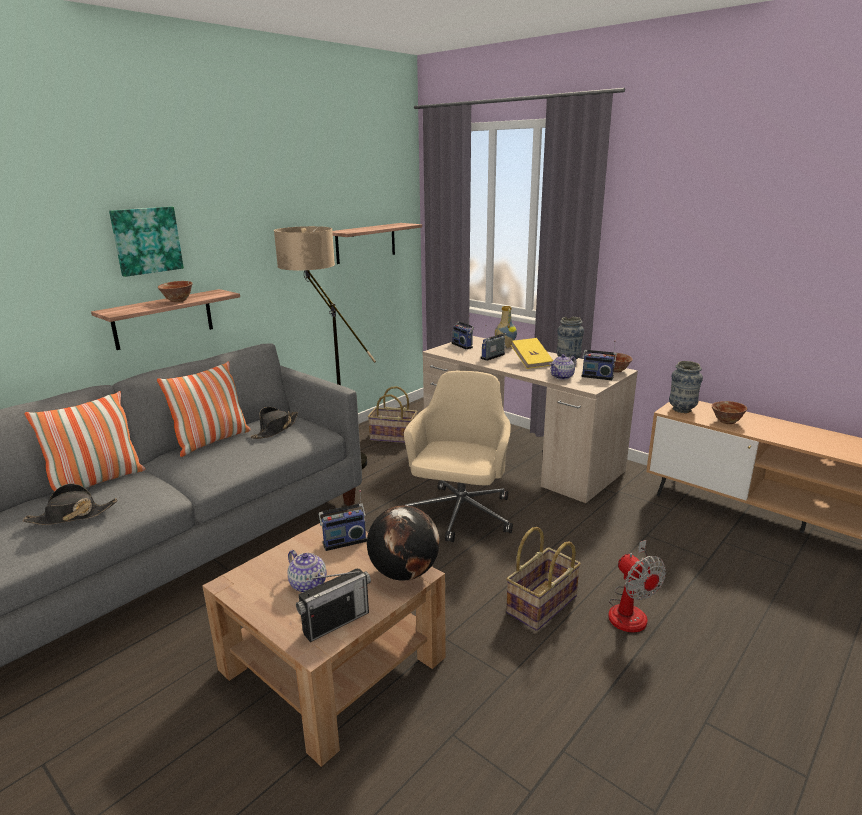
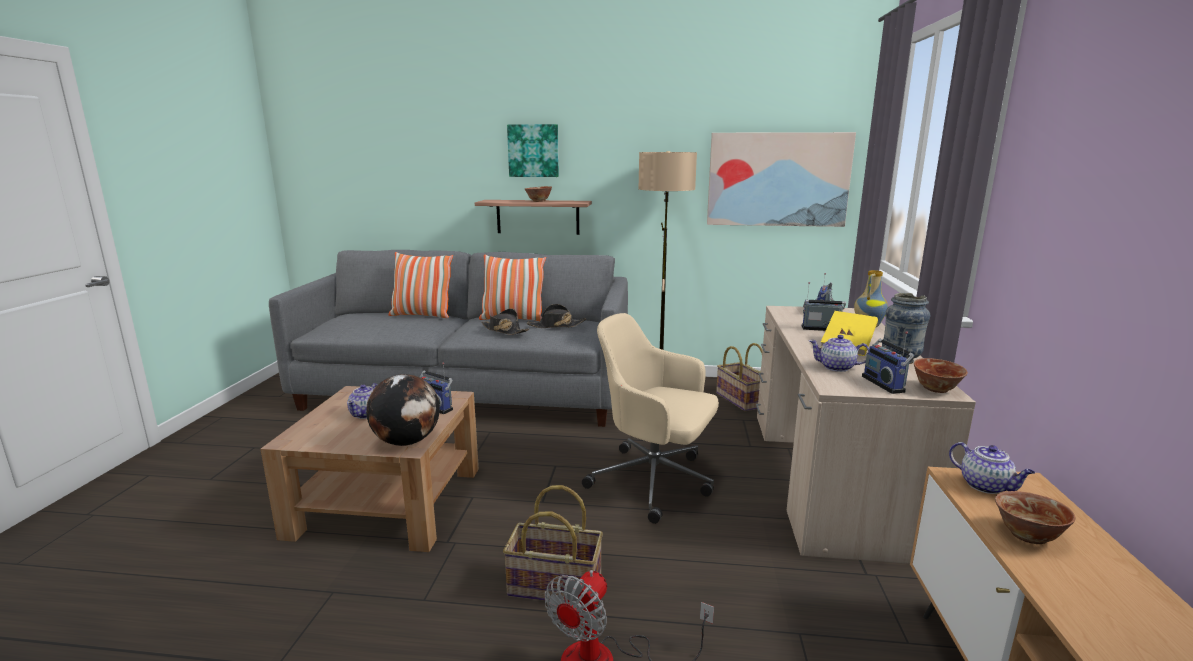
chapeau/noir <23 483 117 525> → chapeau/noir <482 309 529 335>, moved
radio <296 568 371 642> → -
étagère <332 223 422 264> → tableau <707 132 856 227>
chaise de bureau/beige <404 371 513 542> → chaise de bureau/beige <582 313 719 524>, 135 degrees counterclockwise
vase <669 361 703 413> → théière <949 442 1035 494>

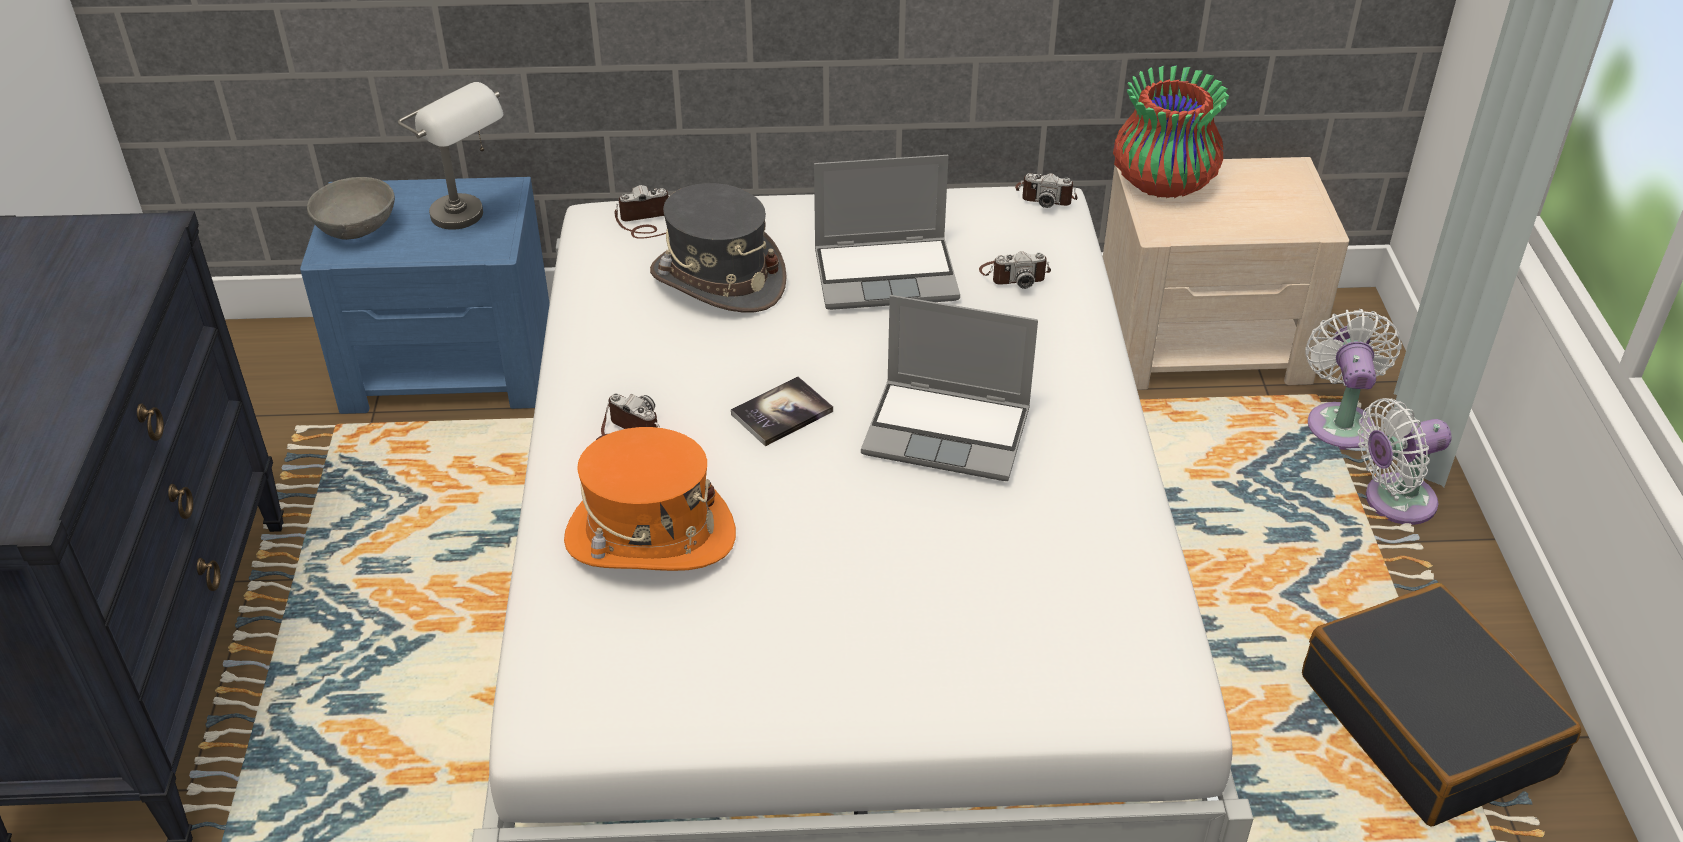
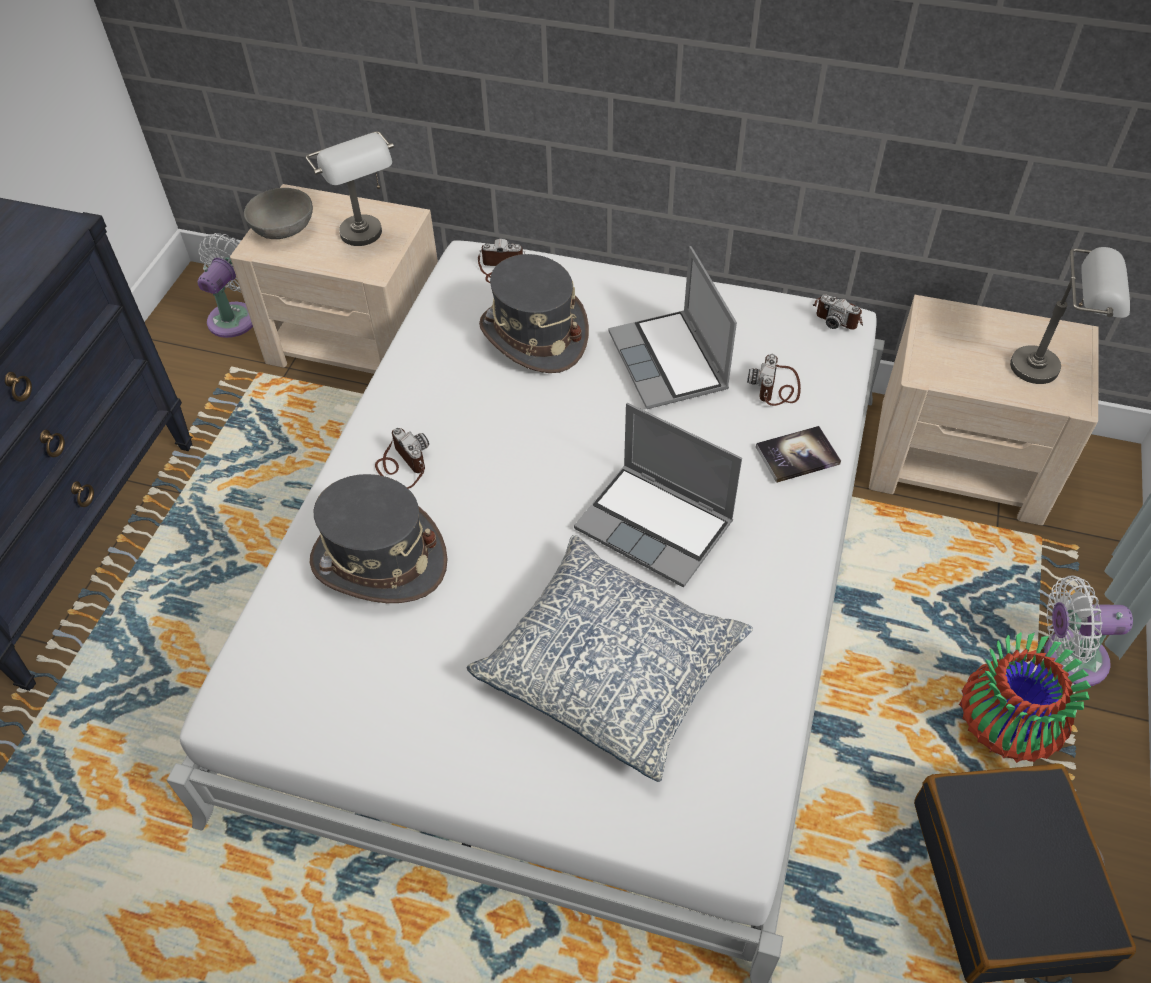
table de chevet/bleu <300 177 550 414> → table de chevet/beige <230 184 438 374>
chapeau/orange <564 427 736 571> → chapeau/gris <310 474 447 603>
livre <731 377 833 446> → livre <756 426 841 483>, moved
ordinateur portable <814 155 960 310> → ordinateur portable <608 246 737 409>, 60 degrees clockwise
appareil photo <979 251 1051 289> → appareil photo <747 354 801 406>, 90 degrees clockwise
vase <1113 65 1229 198> → vase <959 632 1091 763>, moved
ventilateur/blanc <1305 309 1402 450> → ventilateur/blanc <198 233 253 338>, moved
- → coussin <467 535 753 782>
- → lampe de table/gris <1010 247 1130 384>

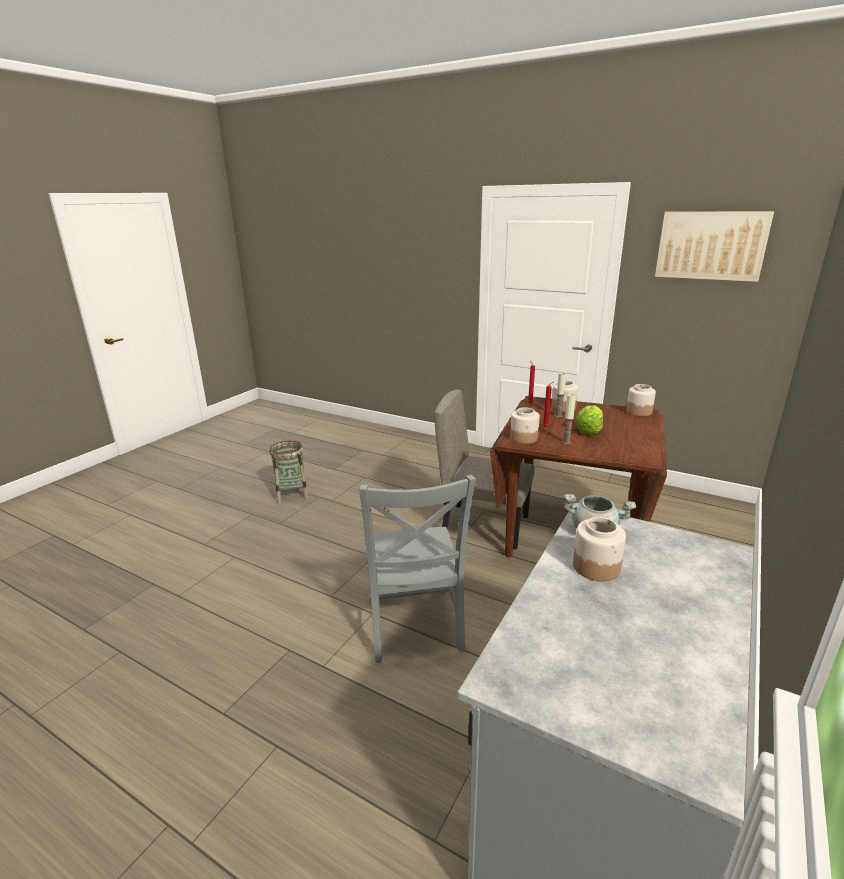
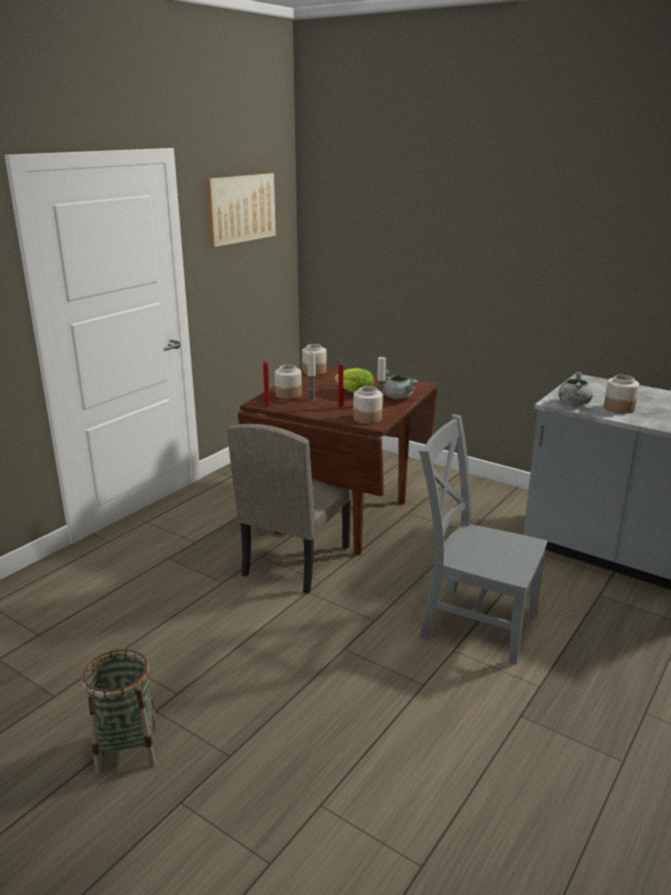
chaise/gris <359 475 476 663> → chaise/gris <419 414 548 664>, 150 degrees counterclockwise
- → marmite/gris <384 370 418 399>

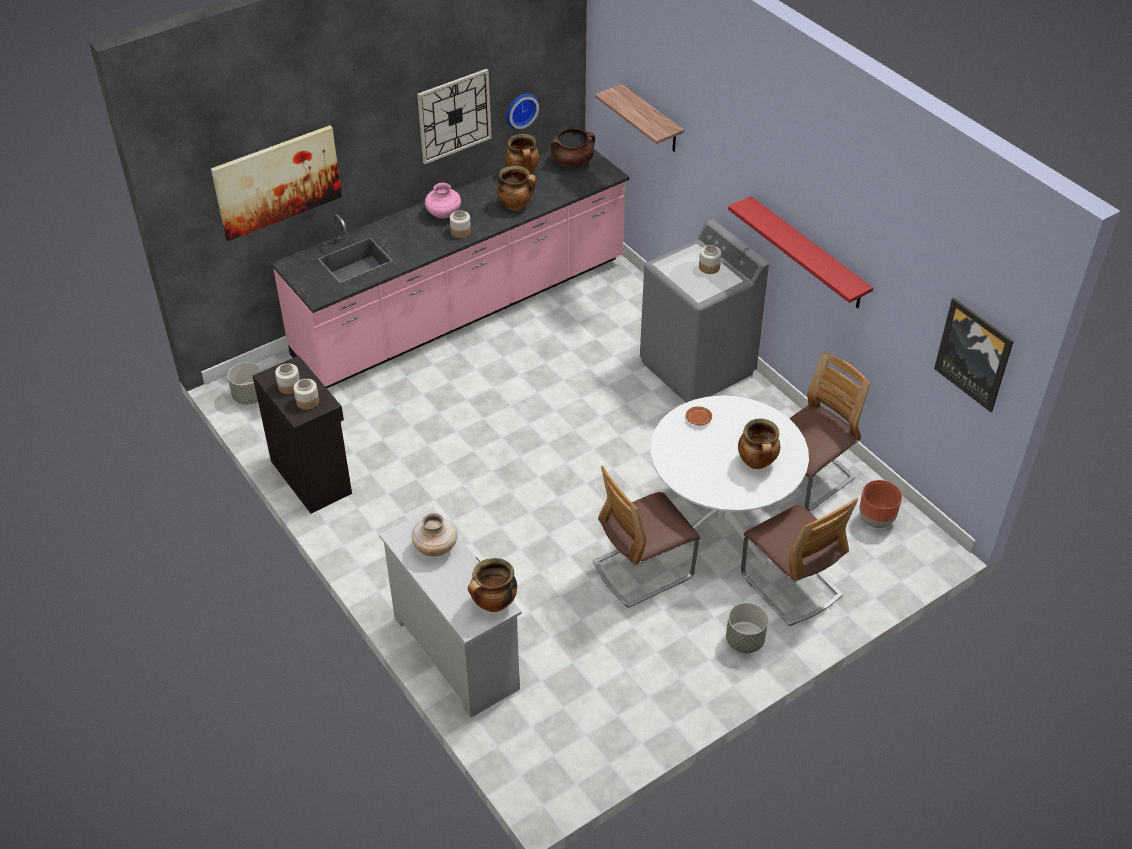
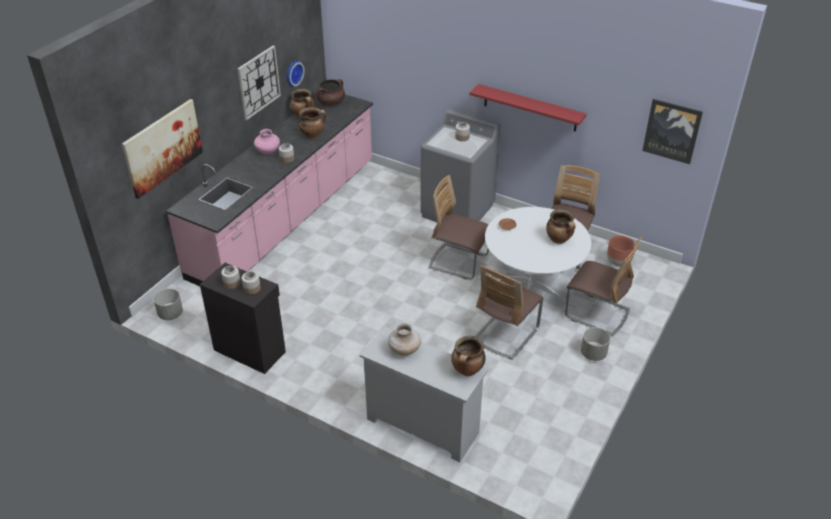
étagère <595 84 684 152> → -
- → chaise <428 175 489 280>

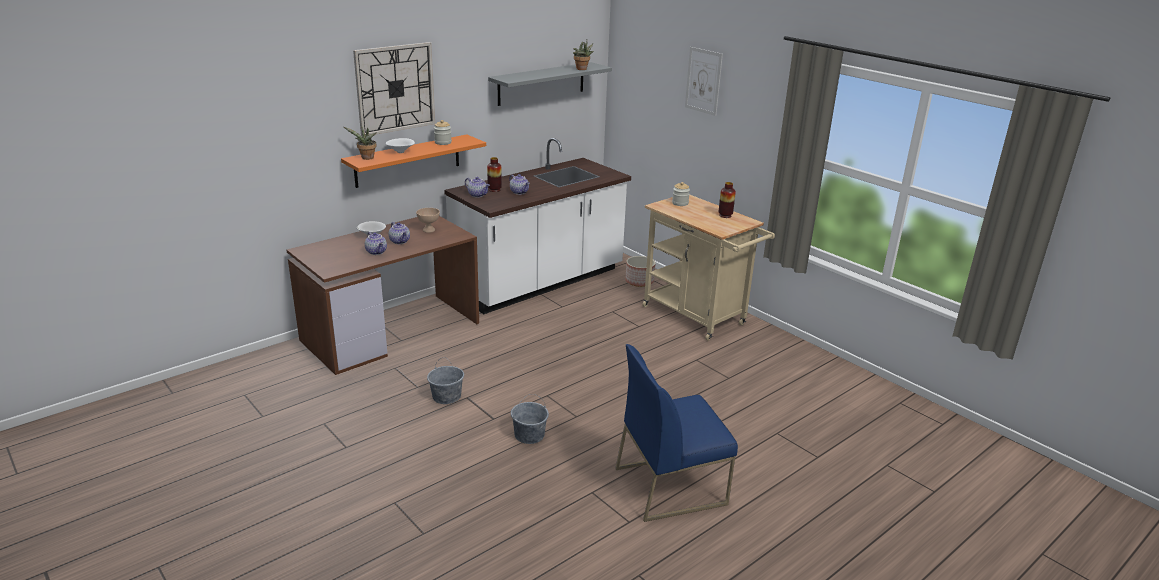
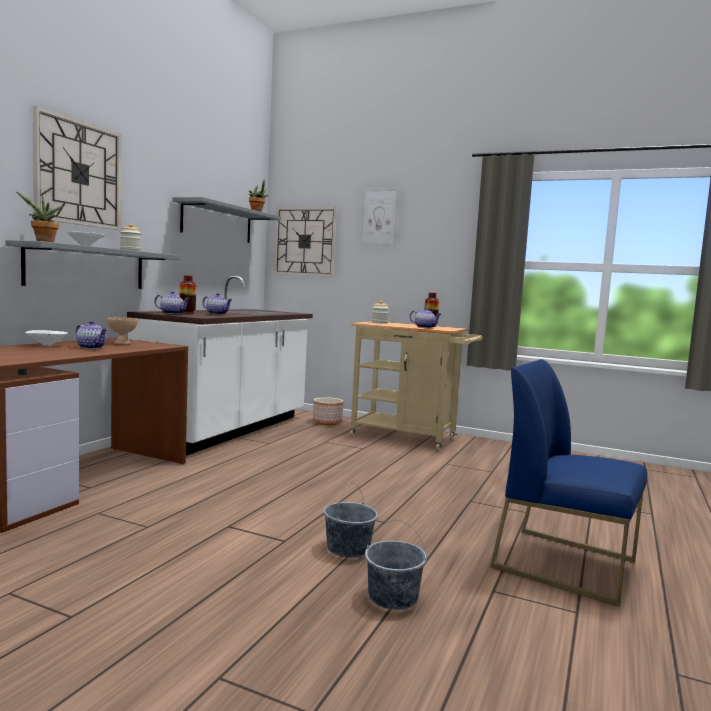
étagère/orange <341 134 486 188> → étagère/gris <5 240 181 289>
théière <365 232 387 255> → théière <410 307 441 328>, moved
seau/gris <427 358 464 404> → seau/gris <365 520 427 610>, moved
chaise/bleu <615 344 738 522> → chaise/bleu <490 359 647 607>, 75 degrees clockwise
- → horloge murale <274 207 337 277>

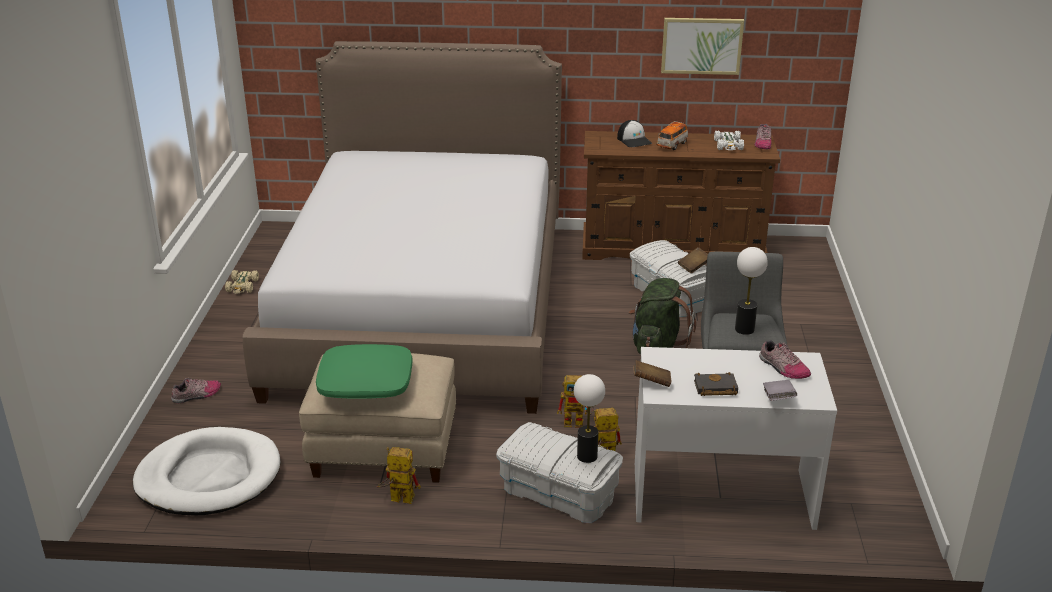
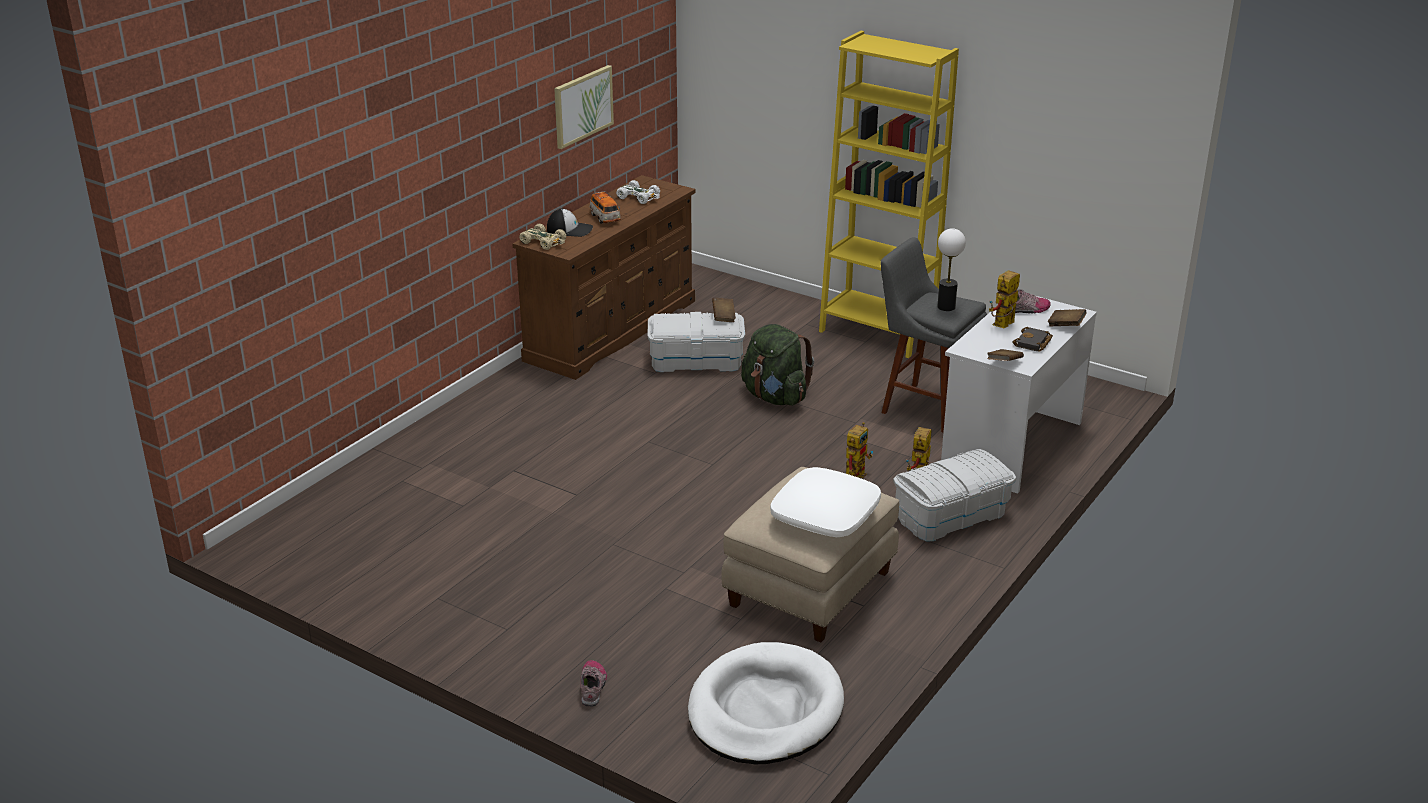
petite voiture/beige <225 270 259 293> → petite voiture/beige <519 224 566 250>, moved
lit <243 41 562 414> → -
coussin/vert <316 344 413 399> → coussin/blanc <770 467 881 537>
robot jouet <377 447 421 504> → robot jouet <989 270 1020 328>, moved
lampe de table <574 374 605 463> → -
chaussure <754 124 771 149> → -
livre/gris <763 380 797 401> → livre/marron <1048 309 1087 326>
- → bibliothèque/jaune <819 31 959 358>

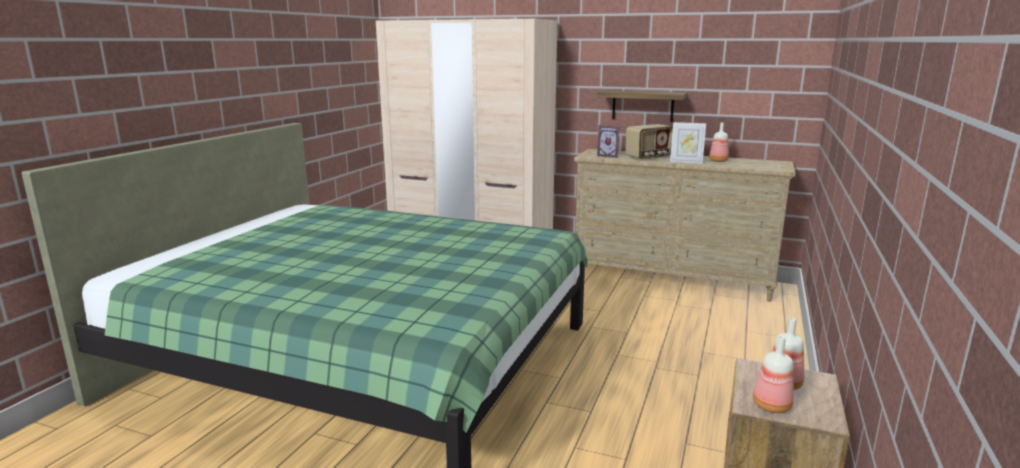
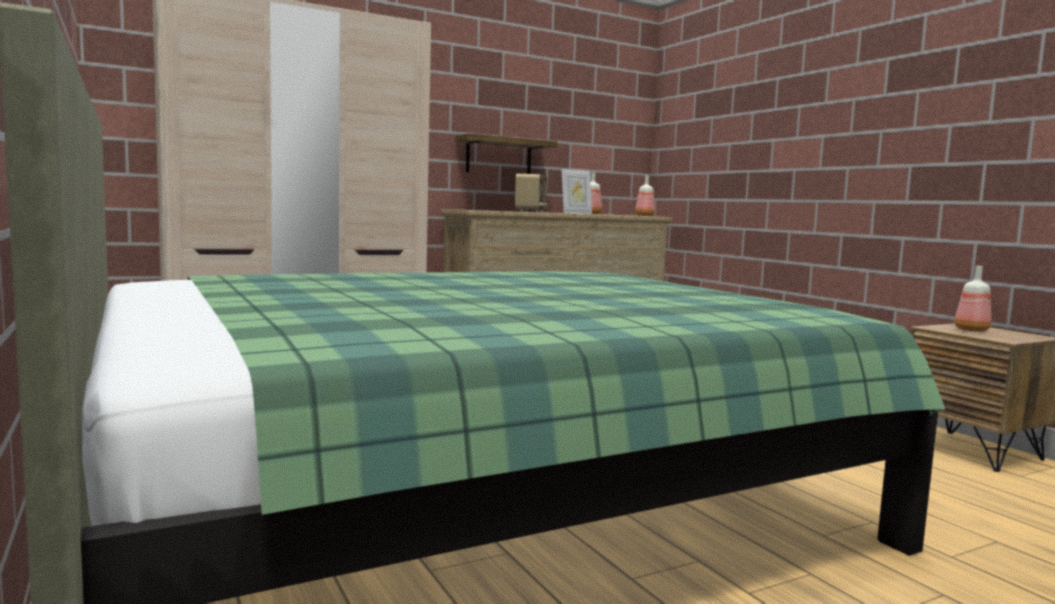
cadre photo <597 125 619 158> → -
bouteille <753 336 794 413> → bouteille <635 176 655 216>, moved

